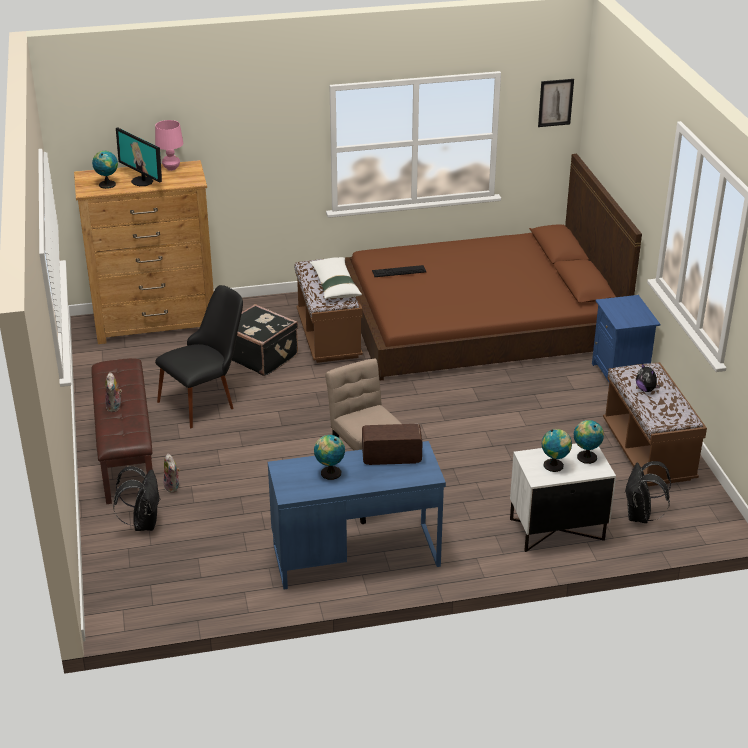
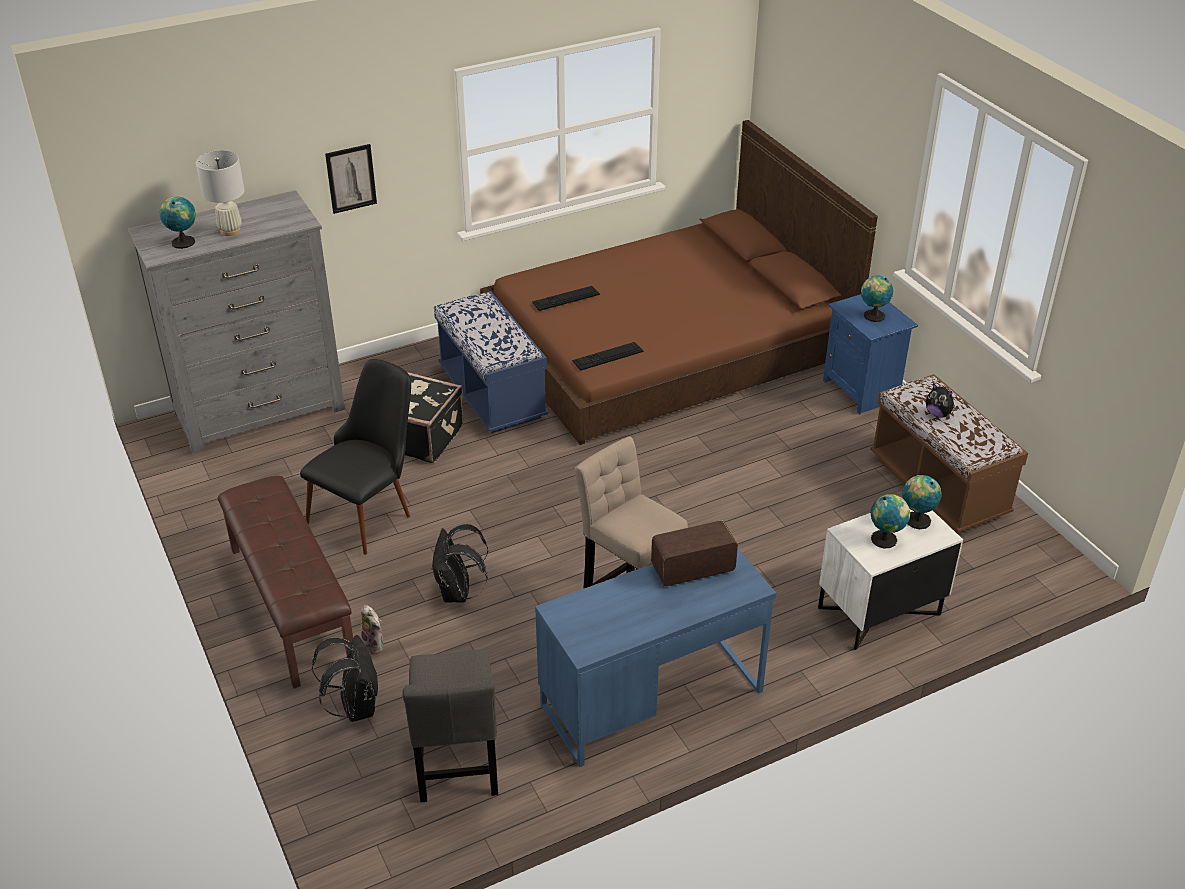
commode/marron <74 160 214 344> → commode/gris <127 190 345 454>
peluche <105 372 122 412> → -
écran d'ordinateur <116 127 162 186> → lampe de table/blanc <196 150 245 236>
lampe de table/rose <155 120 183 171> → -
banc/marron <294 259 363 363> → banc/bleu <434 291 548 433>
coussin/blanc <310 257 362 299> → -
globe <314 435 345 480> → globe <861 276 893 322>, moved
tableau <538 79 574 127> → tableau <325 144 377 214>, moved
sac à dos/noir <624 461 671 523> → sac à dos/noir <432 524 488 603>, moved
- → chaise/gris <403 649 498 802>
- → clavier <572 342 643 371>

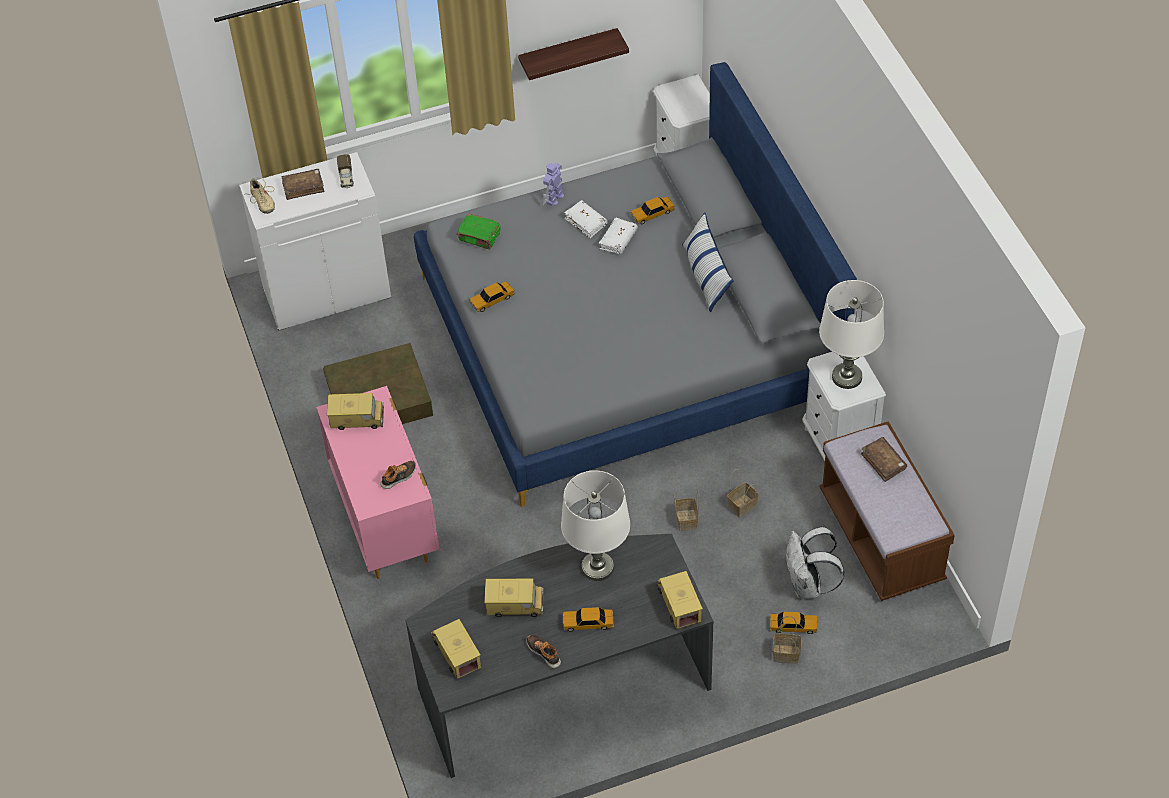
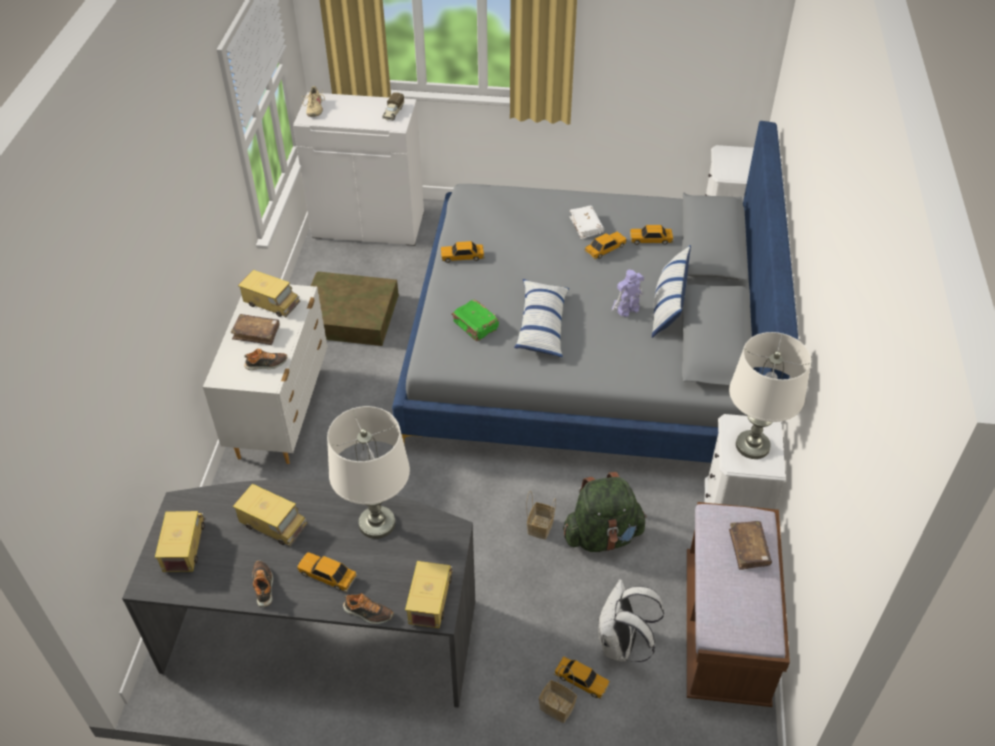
livre/marron <281 169 324 200> → livre/marron <231 314 280 345>, moved
commode/rose <316 386 439 579> → commode/blanc <203 284 328 464>
livre/vert <457 214 501 250> → livre/vert <451 300 499 341>, moved
étagère <518 28 629 80> → -
robot jouet <543 163 564 206> → robot jouet <612 270 644 317>, moved
livre/blanc <599 217 638 254> → petite voiture <584 232 627 259>
panier <727 469 759 518> → sac à dos/vert <563 472 647 552>
- → chaussure <343 593 394 624>
- → coussin <514 279 569 357>

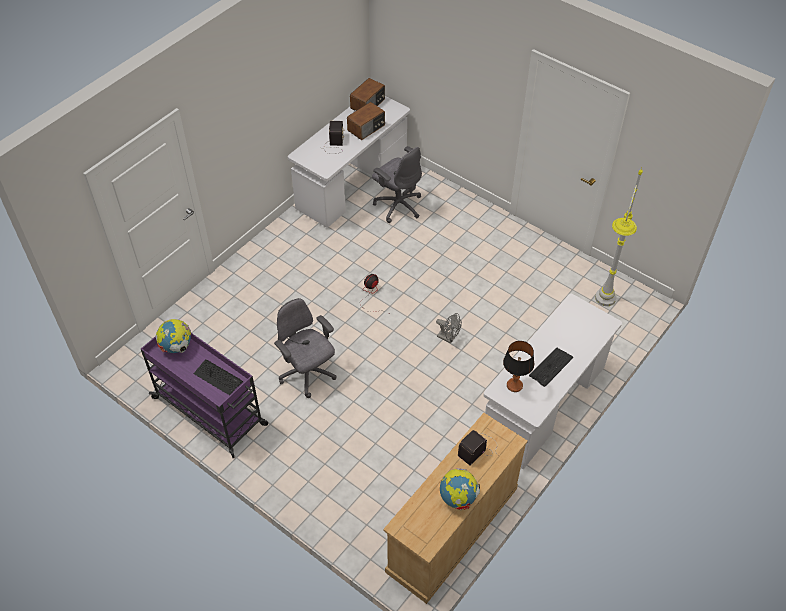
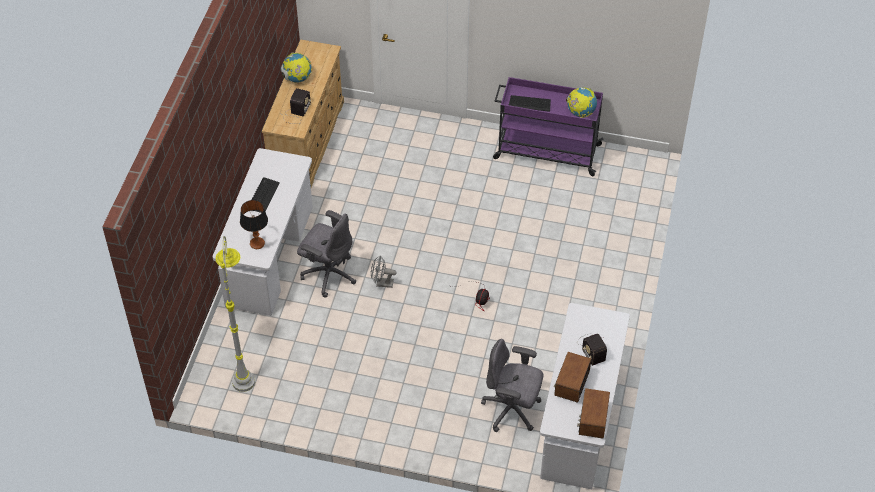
chaise de bureau/gris <274 298 337 398> → chaise de bureau/gris <297 210 356 298>, moved
lampe de table <503 341 534 392> → lampe de table <240 200 268 249>, moved

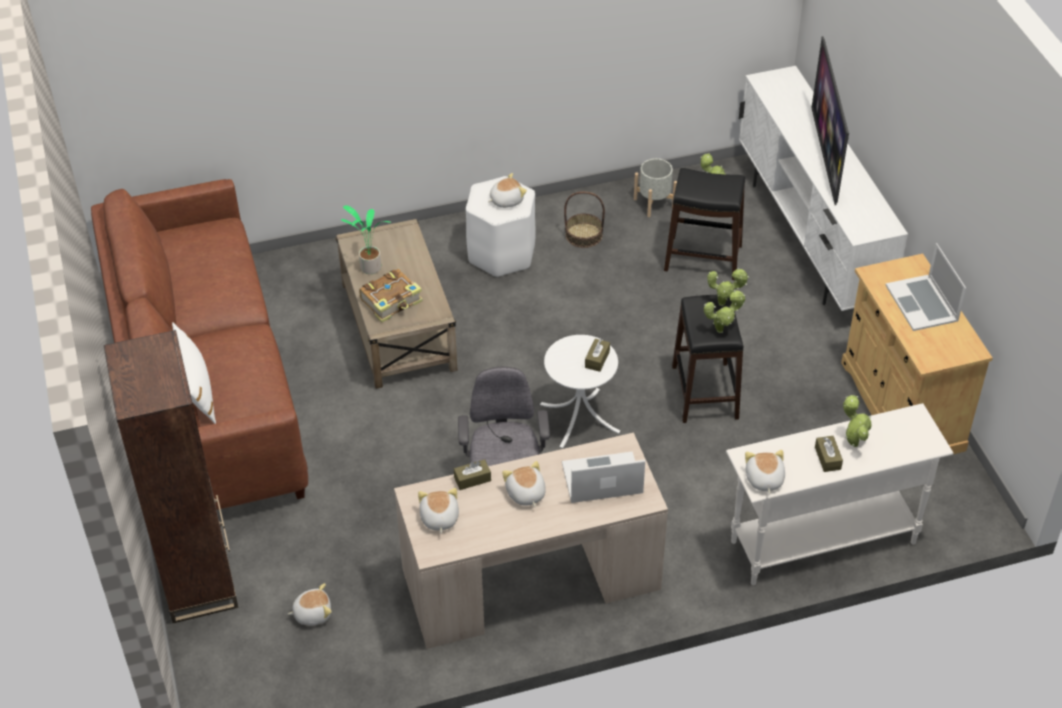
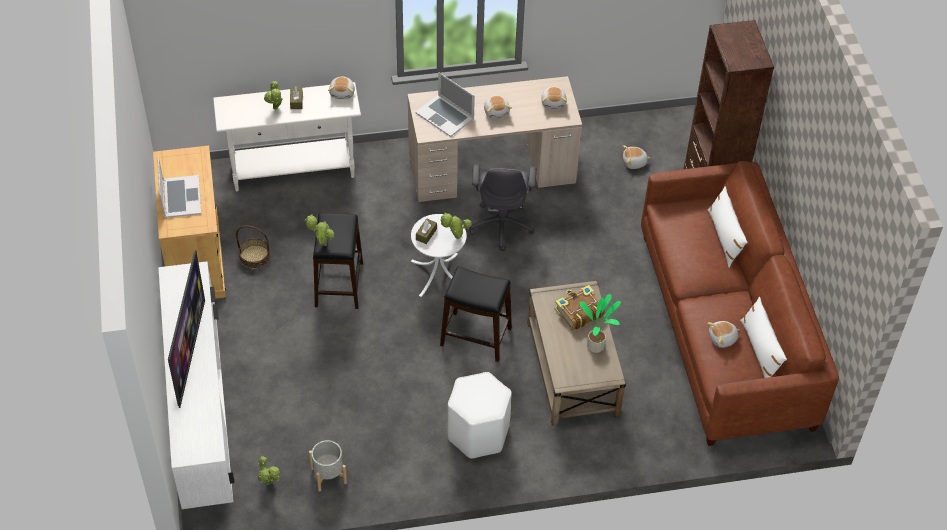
boîte à mouchoirs/marron <454 459 491 490> → -
peluche <488 173 527 208> → peluche <707 321 740 348>, moved
ordinateur portable <562 451 645 503> → ordinateur portable <415 72 475 137>, 45 degrees clockwise
panier <564 191 605 248> → panier <236 226 270 269>, moved
tabouret/noir <664 168 745 280> → tabouret/noir <440 267 512 362>, moved
plante en pot <704 290 746 333> → plante en pot <440 212 472 239>, moved
- → coussin/blanc <740 297 787 378>

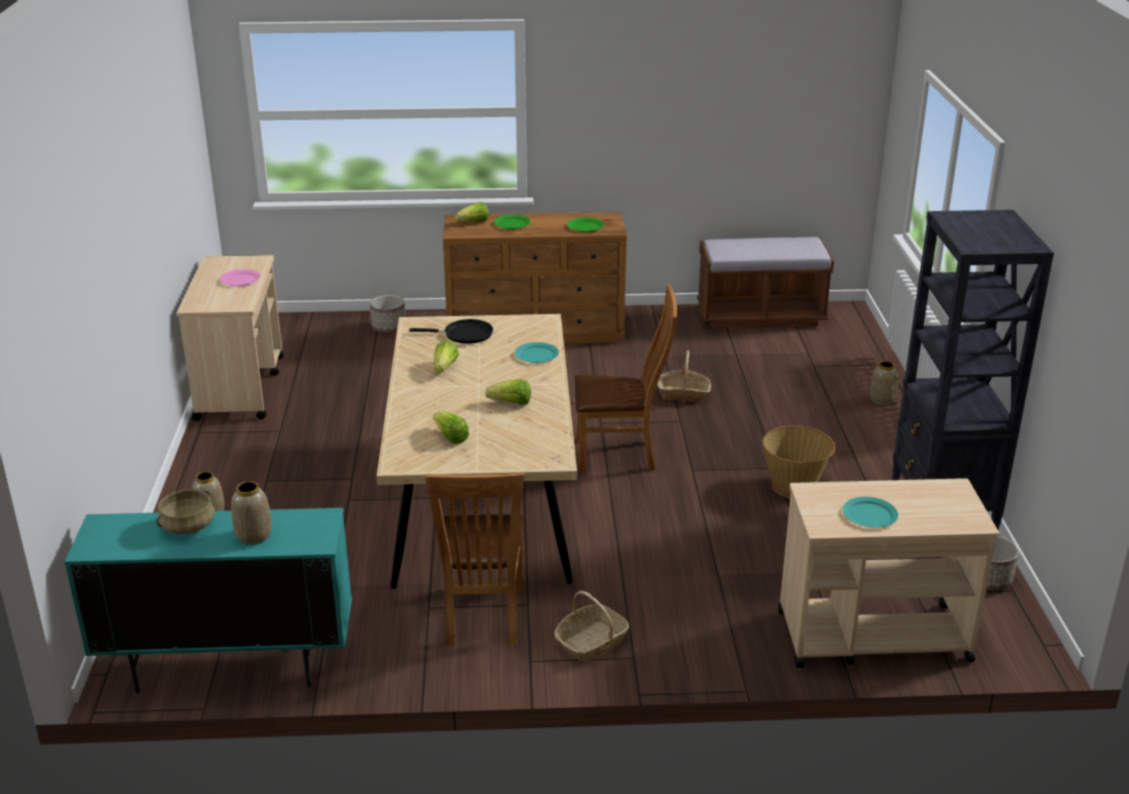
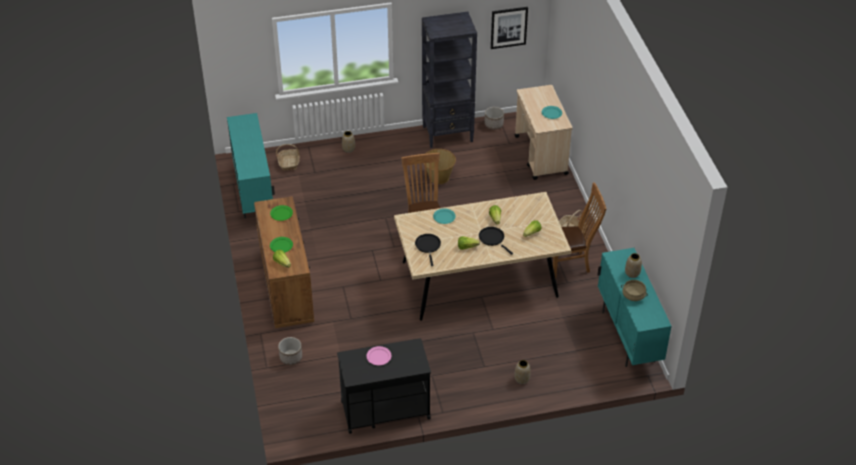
chariot/beige <177 255 284 421> → chariot/noir <337 338 431 434>
panier <657 351 711 402> → panier <276 144 300 170>, moved
banc/marron <697 237 834 328> → meuble de rangement/turquoise <227 113 275 218>
- → poêle/noir <479 227 513 255>
- → tableau <491 7 528 49>

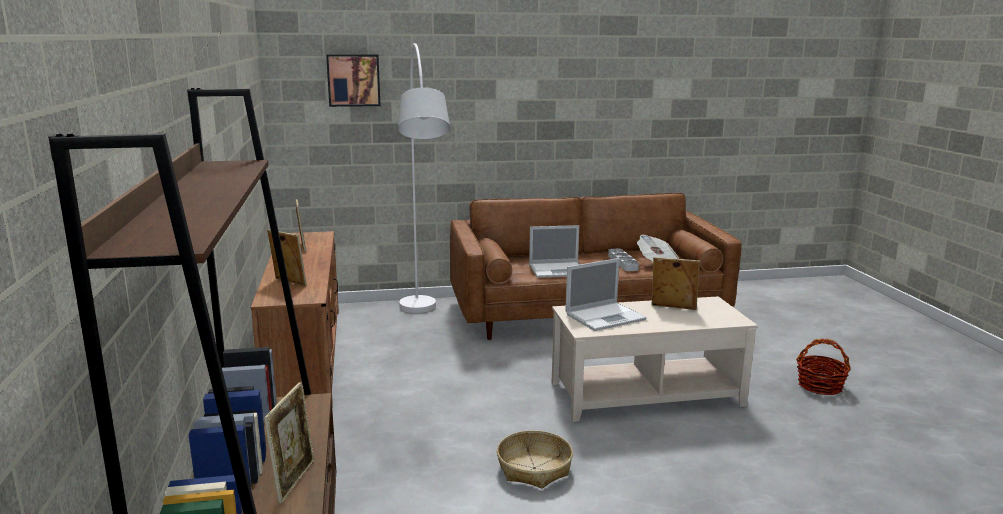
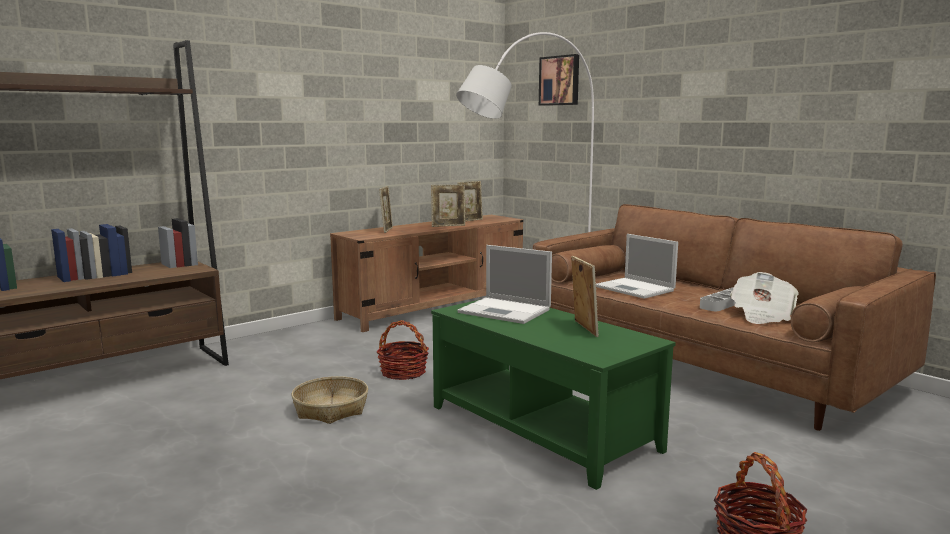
cadre photo <264 382 314 504> → cadre photo <431 185 465 227>, moved
table basse/beige <552 296 758 422> → table basse/vert <431 299 676 490>
- → panier <377 320 429 380>

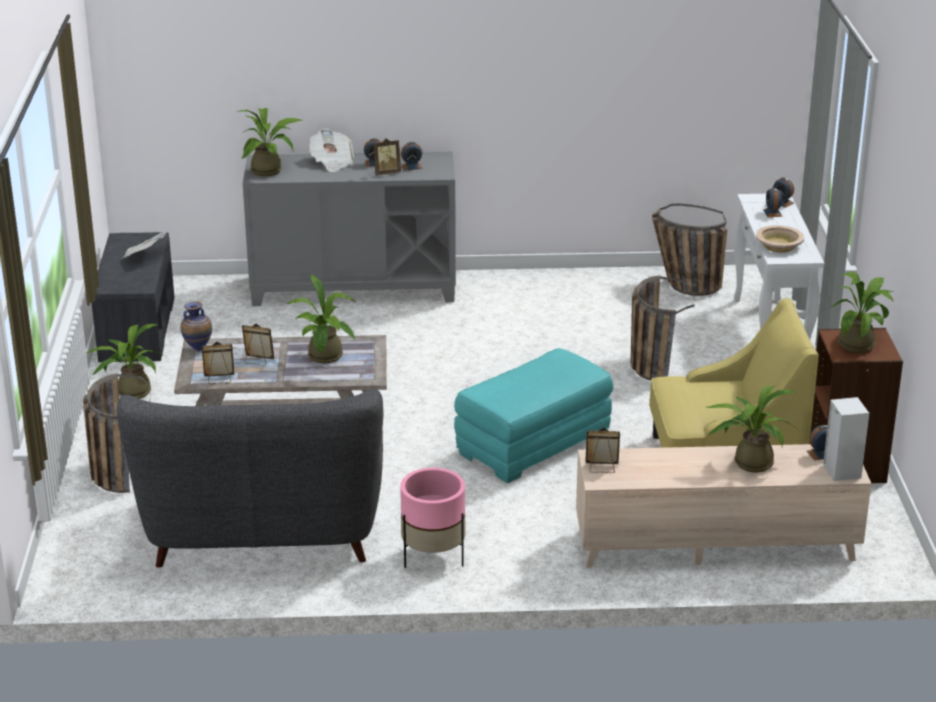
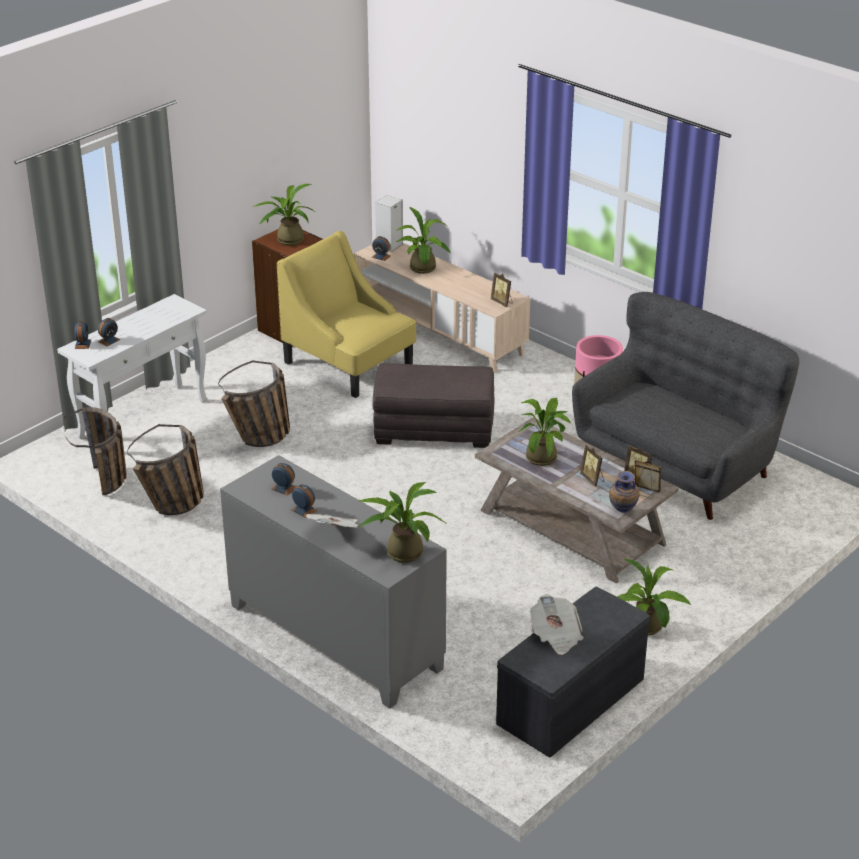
panier <83 373 150 493> → panier <127 424 204 515>, moved
cadre photo <373 138 401 175> → cadre photo <634 460 661 499>, moved
pouf/turquoise <454 348 613 483> → pouf/gris <372 363 494 448>
bol/beige <756 225 804 252> → -

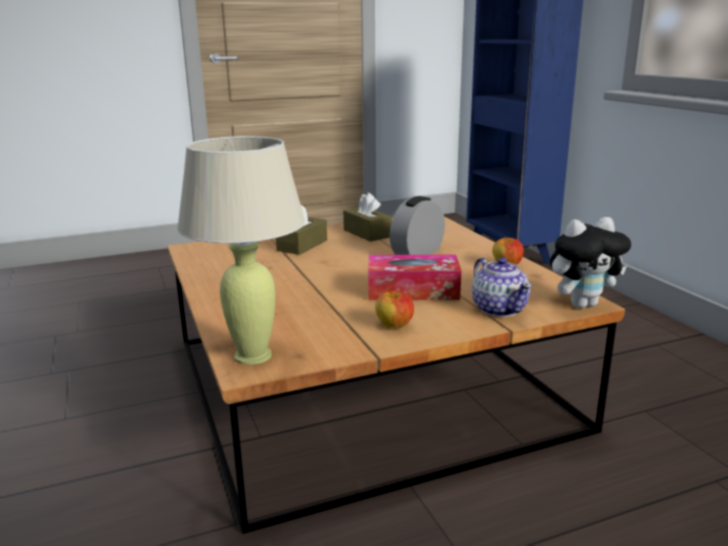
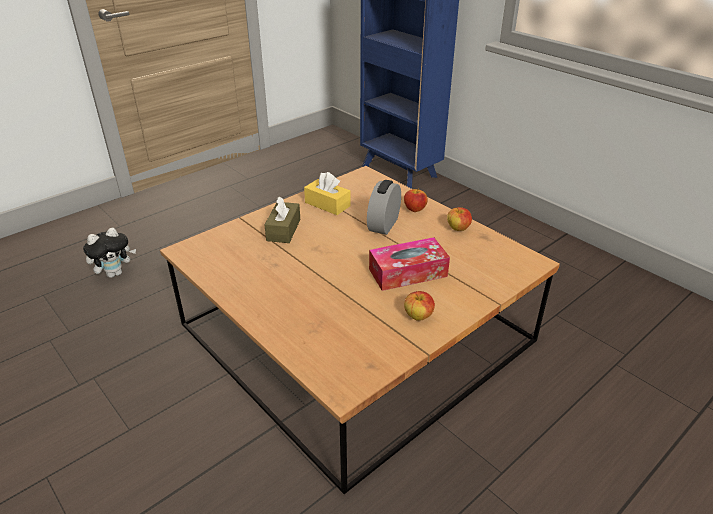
lampe de table/beige <177 136 305 365> → -
boîte à mouchoirs/marron <343 193 392 242> → boîte à mouchoirs/jaune <304 172 350 215>
théière <472 257 532 317> → -
peluche <550 217 631 308> → peluche <83 228 136 278>, moved
- → pomme <404 189 428 212>

